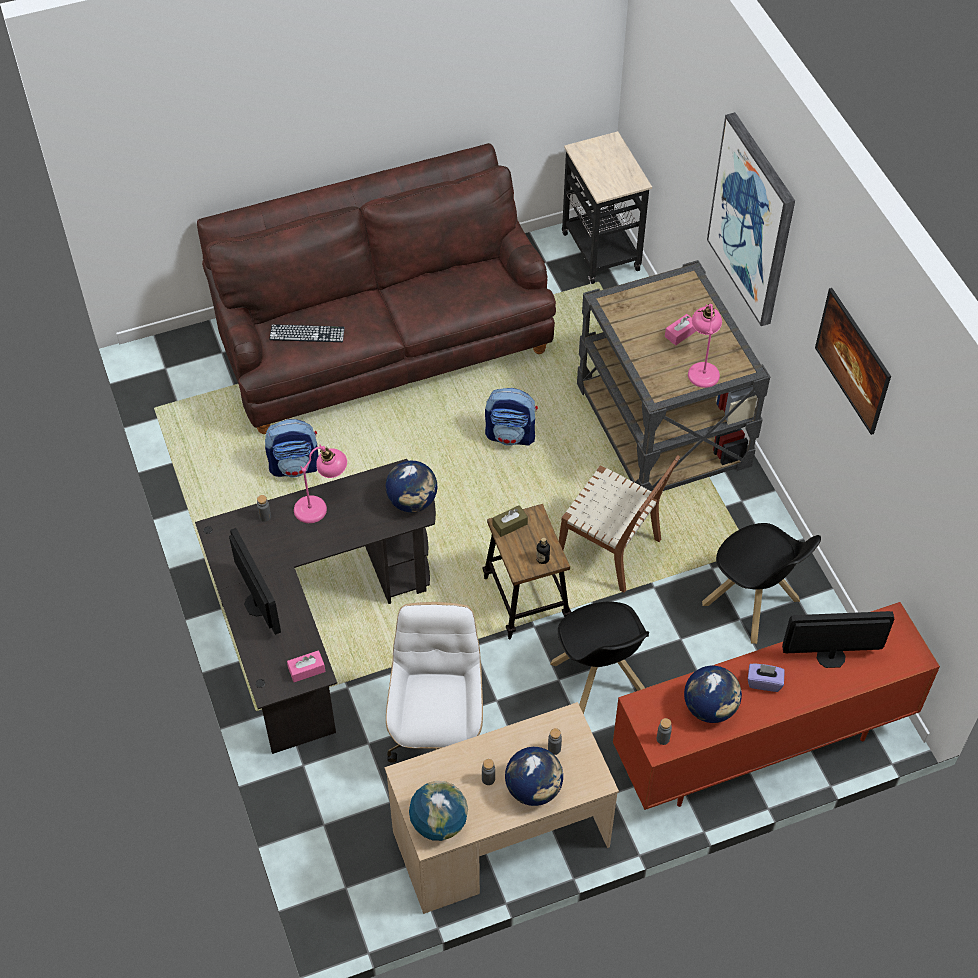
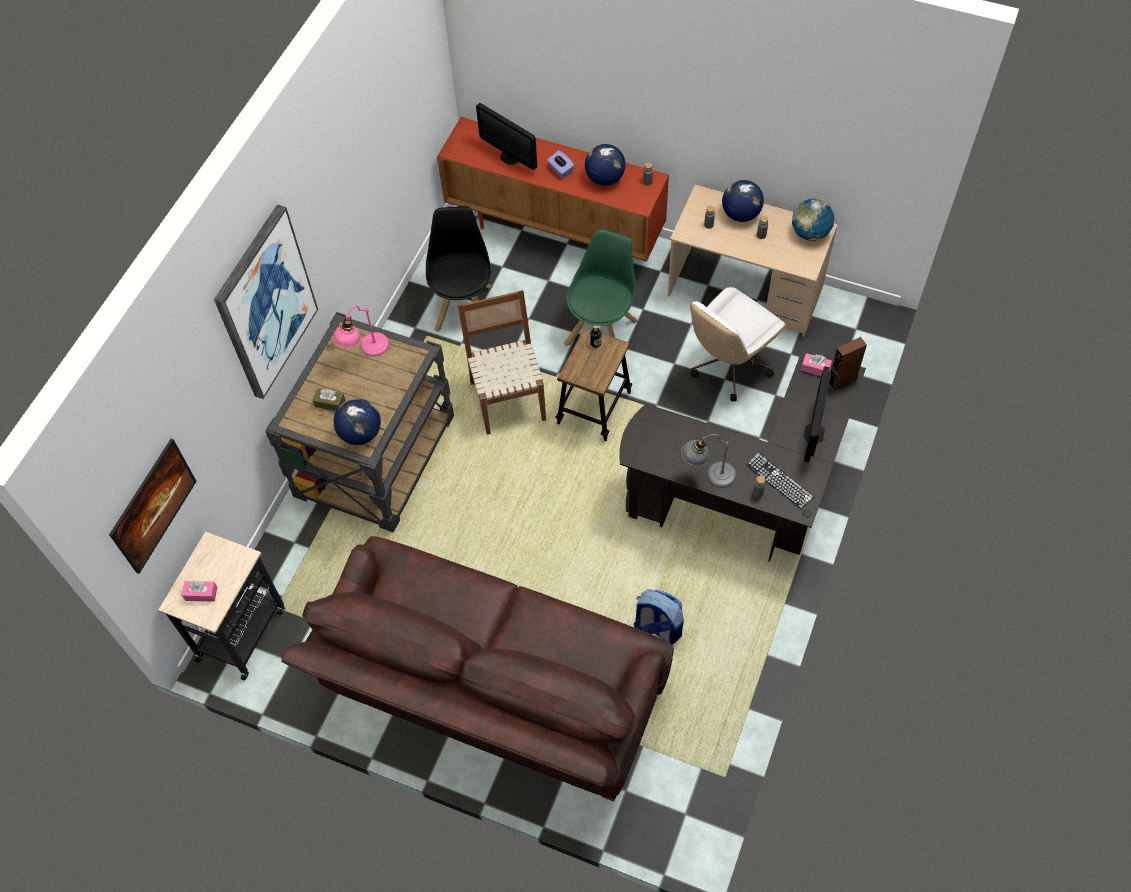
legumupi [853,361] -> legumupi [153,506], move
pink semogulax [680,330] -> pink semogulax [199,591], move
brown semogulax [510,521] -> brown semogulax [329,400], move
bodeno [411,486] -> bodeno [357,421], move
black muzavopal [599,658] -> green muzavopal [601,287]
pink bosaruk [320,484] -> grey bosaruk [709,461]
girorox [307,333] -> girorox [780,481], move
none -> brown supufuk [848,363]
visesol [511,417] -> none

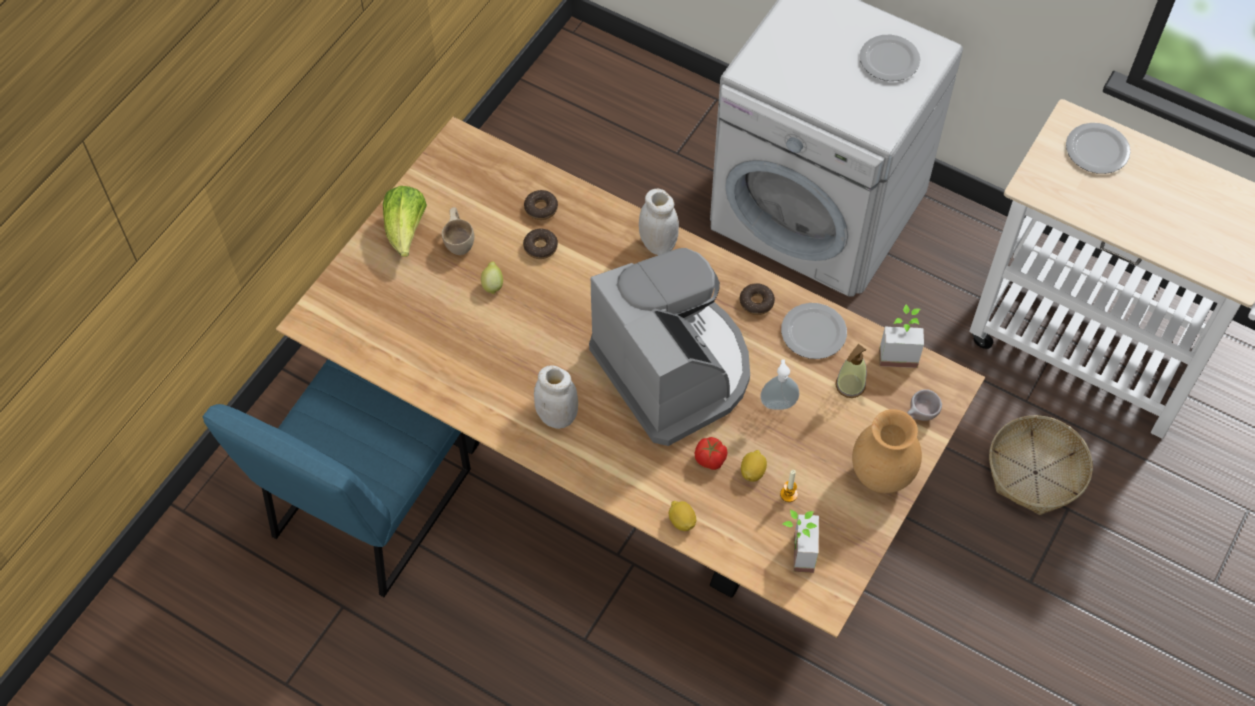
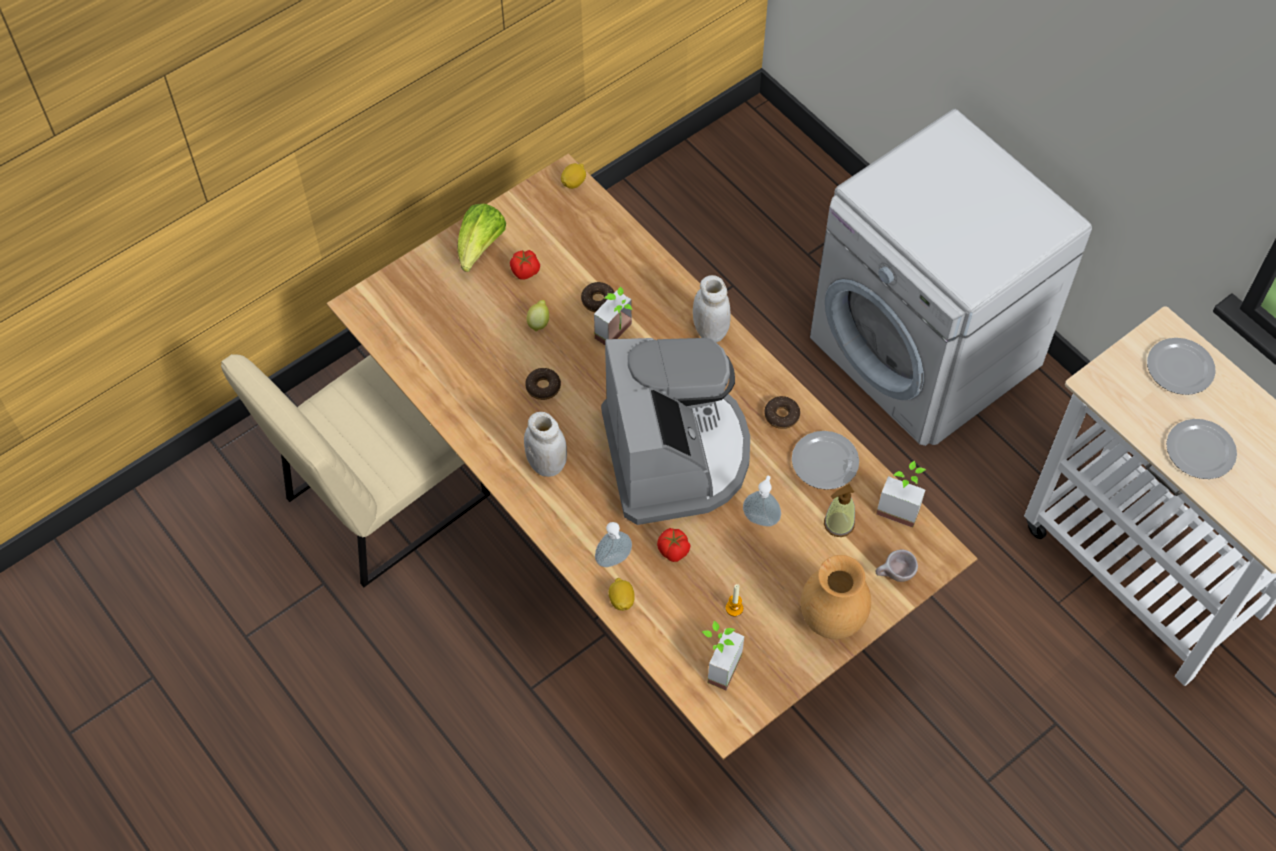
blue muzavopal [337,478] -> beige muzavopal [355,470]
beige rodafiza [458,231] -> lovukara [525,265]
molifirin [541,205] -> molifirin [543,384], move
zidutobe [754,466] -> zidutobe [573,176], move
none -> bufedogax [613,316]
none -> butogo [613,544]
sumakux [890,58] -> sumakux [1201,449], move
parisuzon [1041,465] -> none

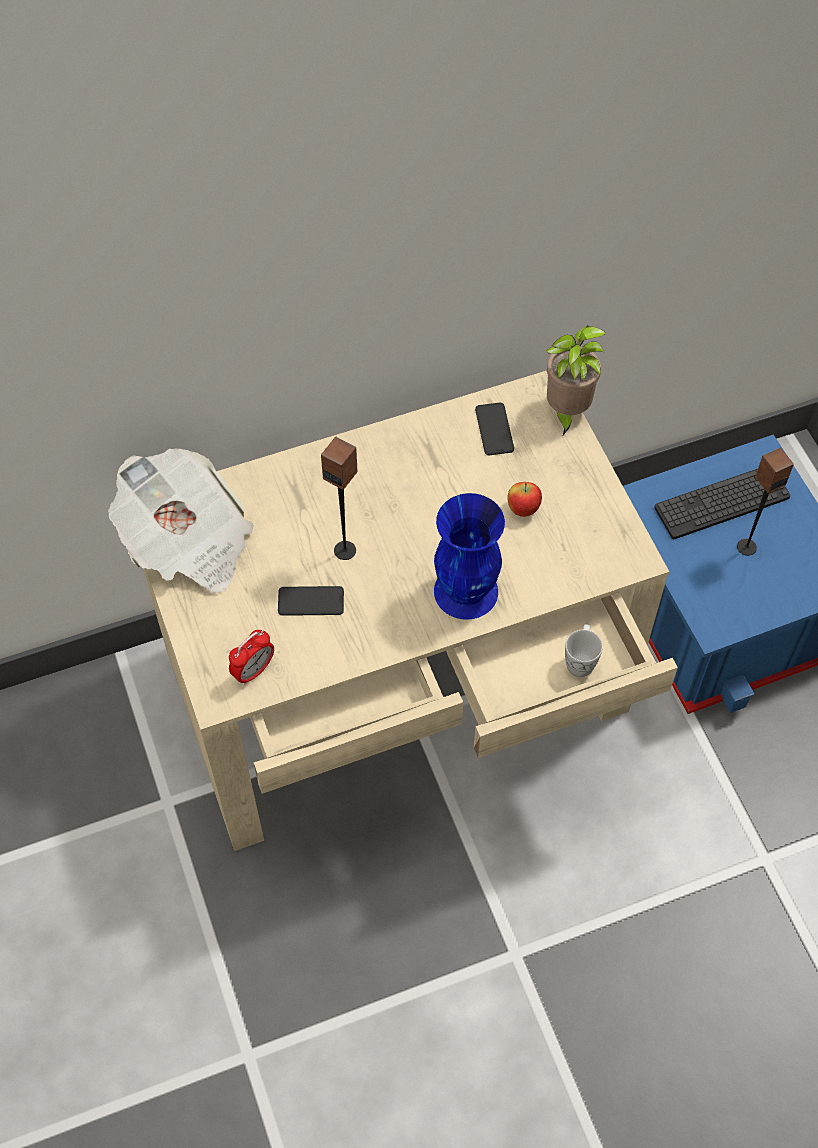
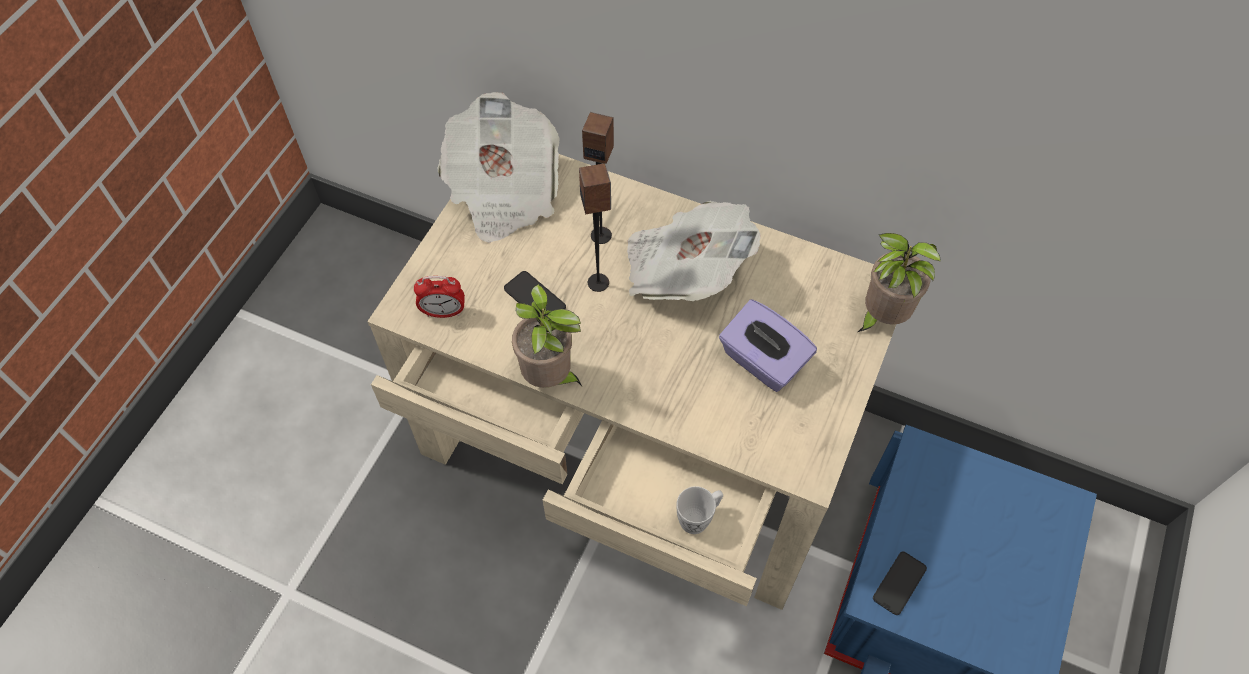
none -> bufedogax [547,336]
supufuk [765,502] -> supufuk [598,178], move
none -> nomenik [694,251]
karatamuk [525,499] -> purple semogulax [768,345]
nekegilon [494,429] -> nekegilon [900,583], move
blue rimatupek [469,556] -> none
girorox [722,504] -> none

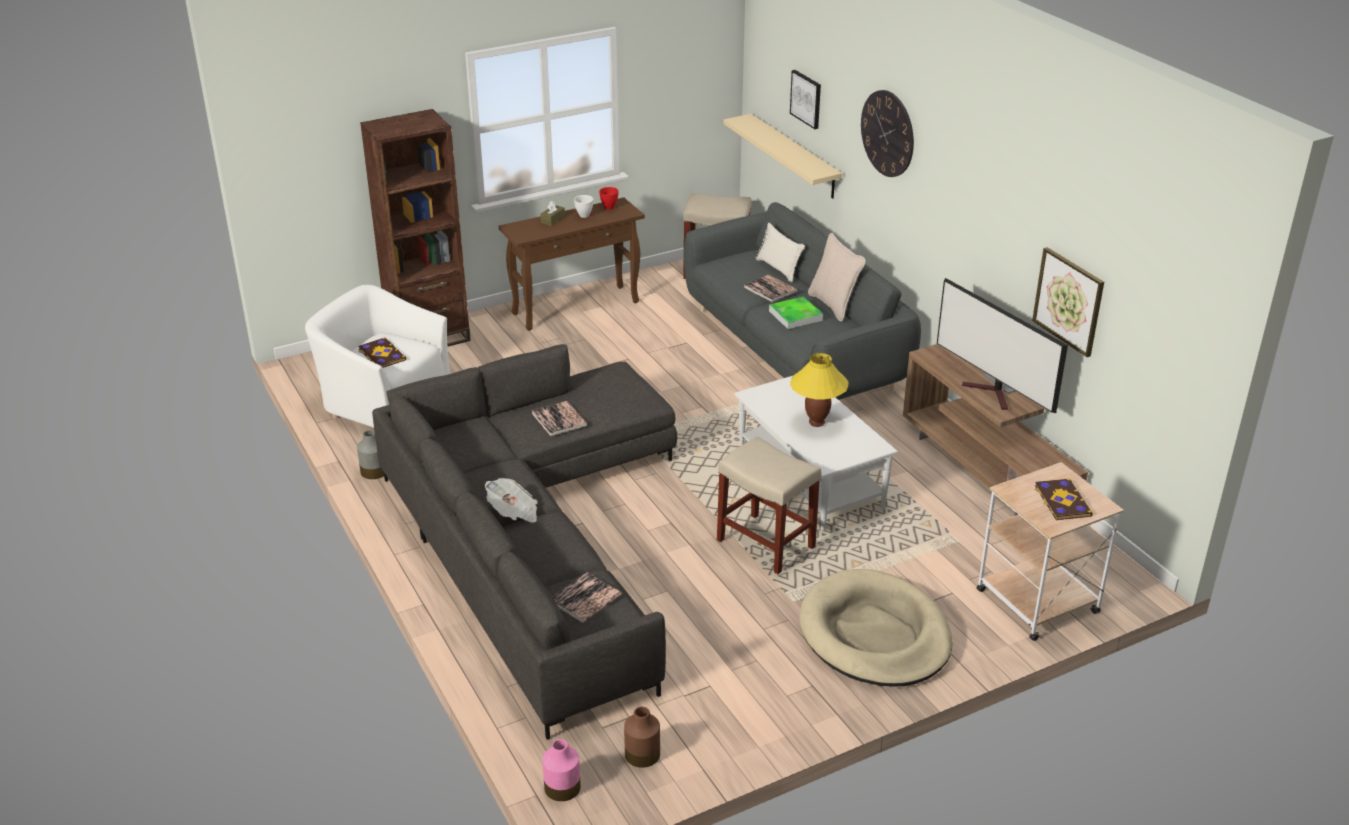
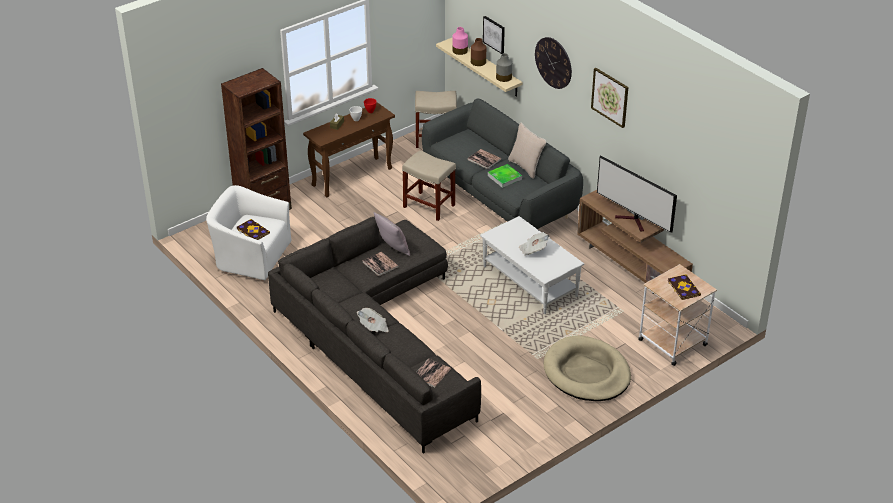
none -> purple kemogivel [391,234]
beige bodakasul [769,505] -> beige bodakasul [429,185], move
pink rimatupek [561,770] -> pink rimatupek [460,41], move
brown rimatupek [642,737] -> brown rimatupek [478,52], move
grey rimatupek [370,454] -> grey rimatupek [504,67], move
yellow bosaruk [819,390] -> nomenik [534,244]
legumupi [1068,302] -> legumupi [609,98], move
white kemogivel [780,252] -> none

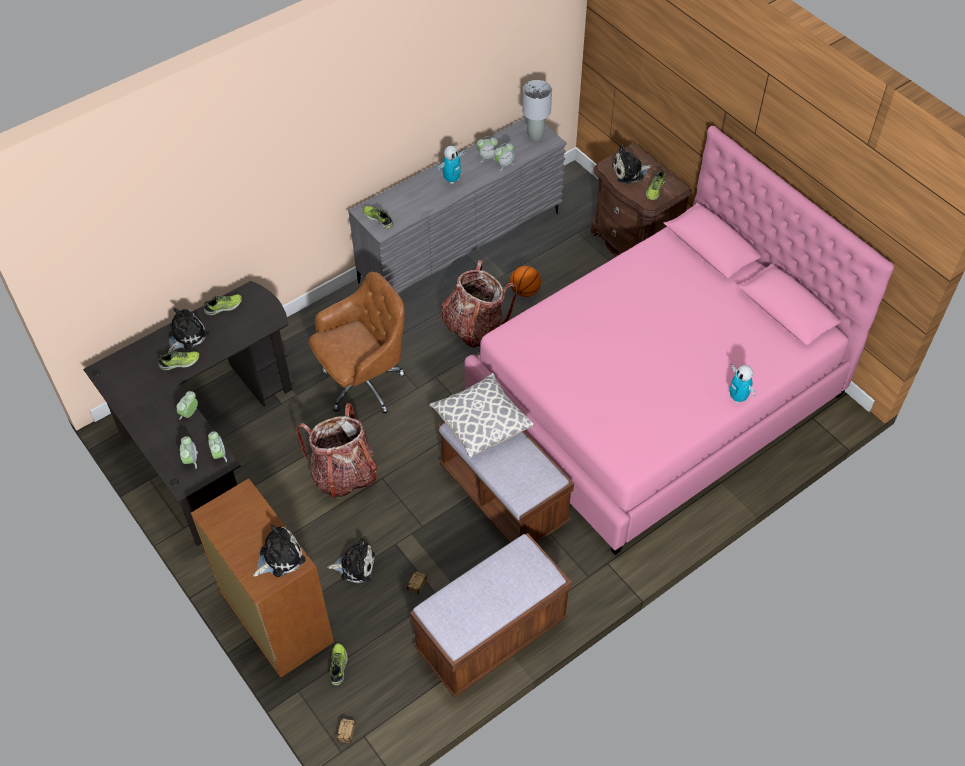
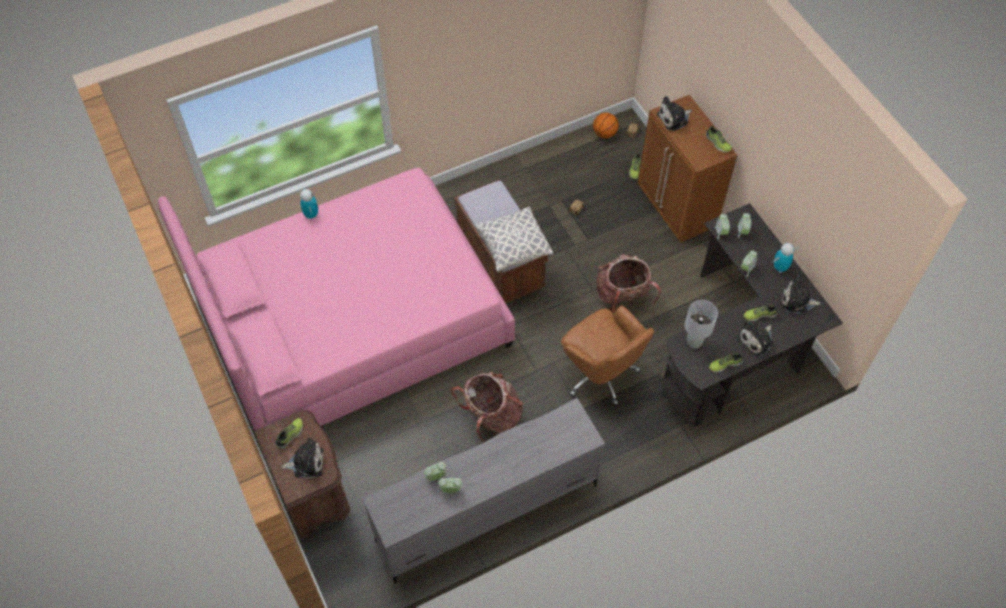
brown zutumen [357,342] -> brown zutumen [607,355], 105 degrees counterclockwise
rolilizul [525,281] -> rolilizul [606,125], move
grey bosaruk [537,110] -> grey bosaruk [701,324], move
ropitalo [378,217] -> ropitalo [719,139], move
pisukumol [451,165] -> pisukumol [785,258], move
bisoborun [351,560] -> bisoborun [801,294], move
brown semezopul [491,615] -> none

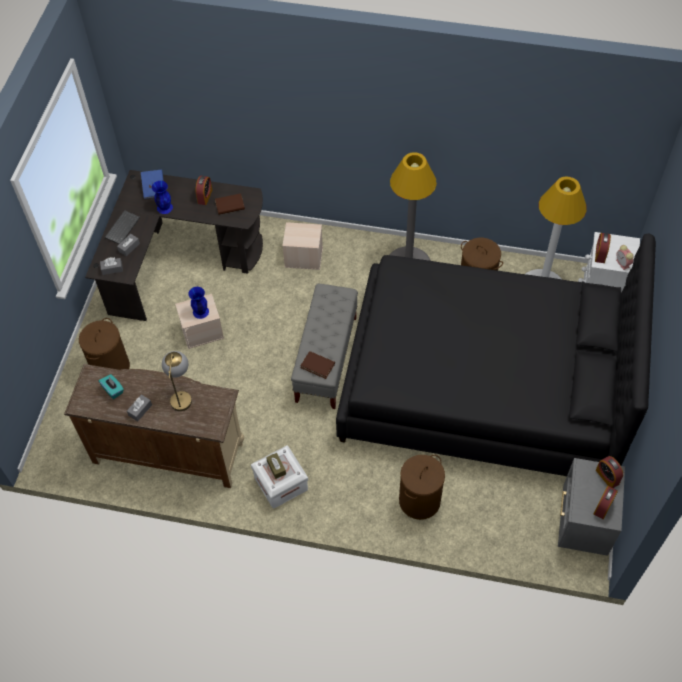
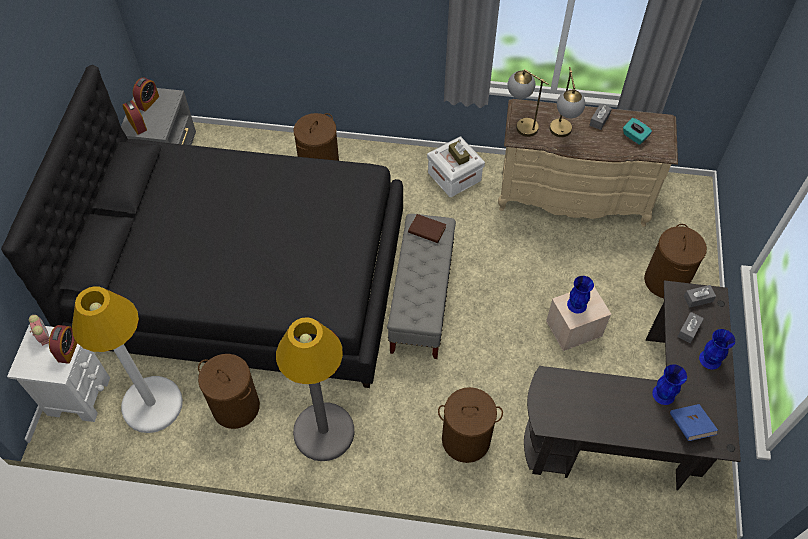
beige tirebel [302,246] -> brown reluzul [470,425]
none -> bosaruk [527,103]
girorox [122,227] -> blue rimatupek [717,349]
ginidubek [203,190] -> none
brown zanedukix [230,204] -> none

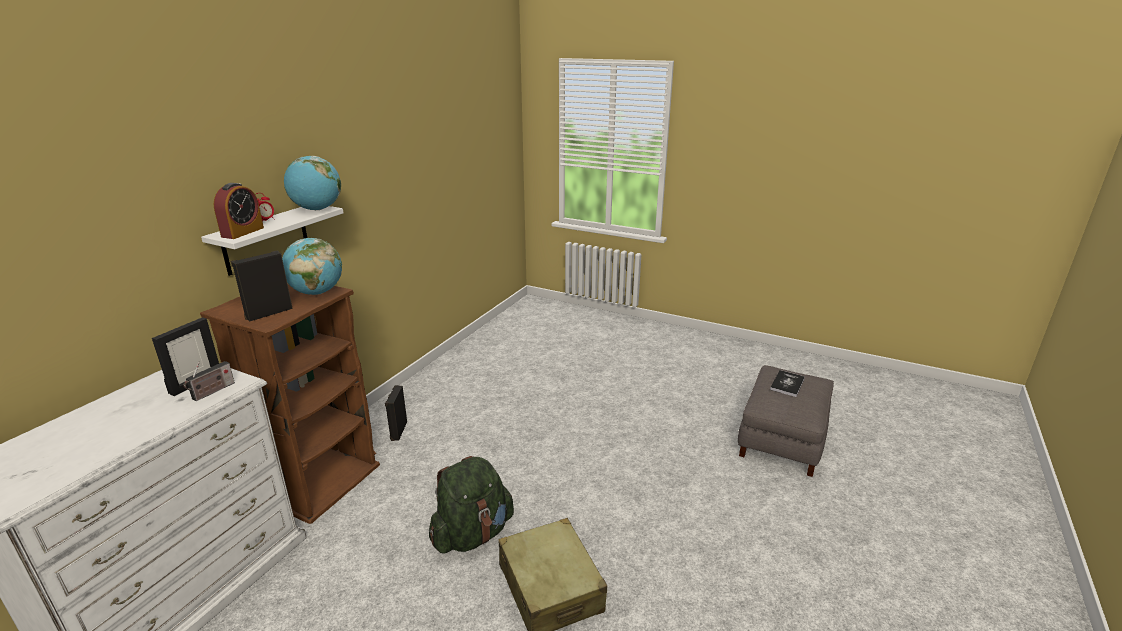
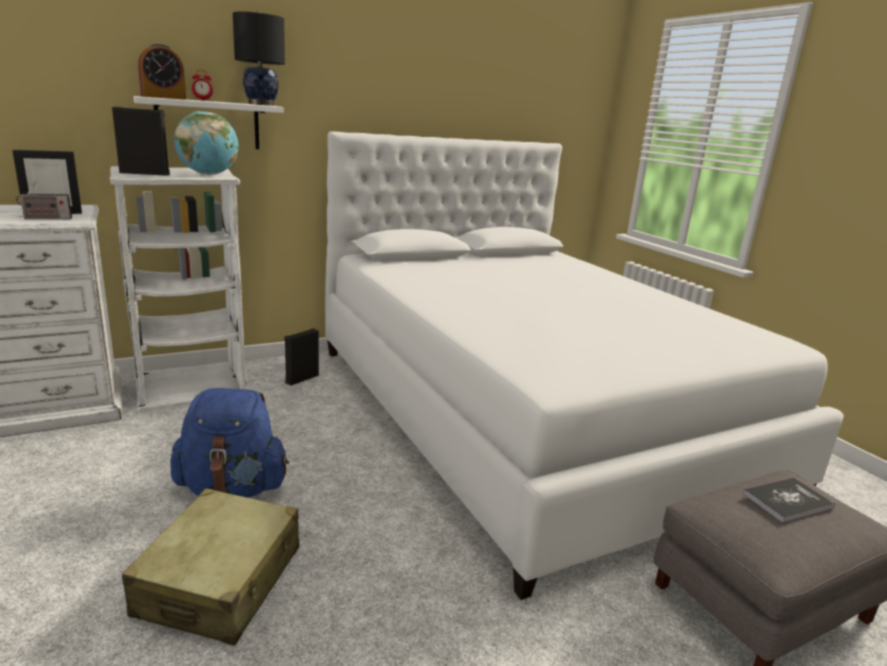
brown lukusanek [290,403] -> white lukusanek [179,289]
green visesol [471,505] -> blue visesol [229,442]
bodeno [312,183] -> black bosaruk [259,58]
none -> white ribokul [584,365]

